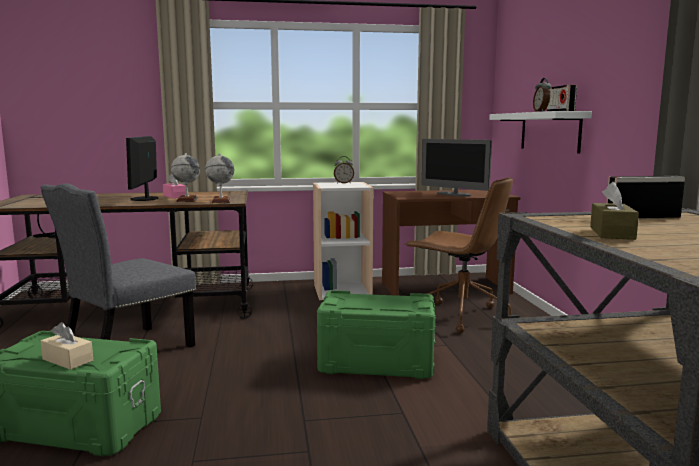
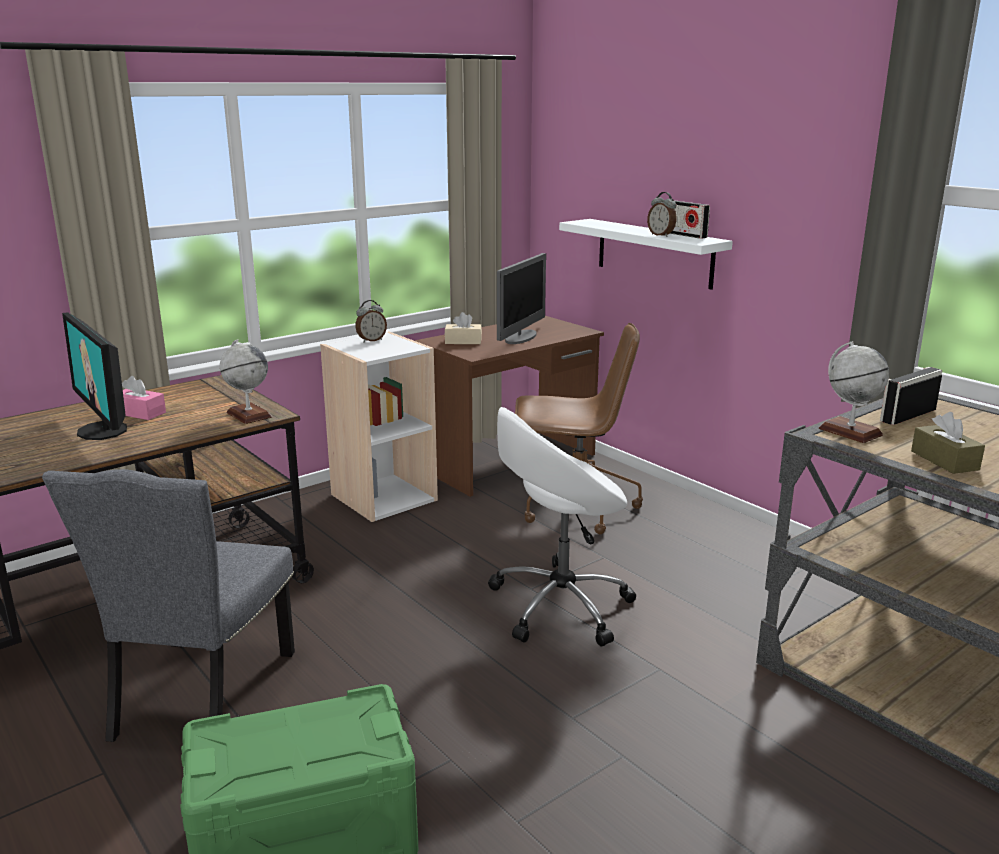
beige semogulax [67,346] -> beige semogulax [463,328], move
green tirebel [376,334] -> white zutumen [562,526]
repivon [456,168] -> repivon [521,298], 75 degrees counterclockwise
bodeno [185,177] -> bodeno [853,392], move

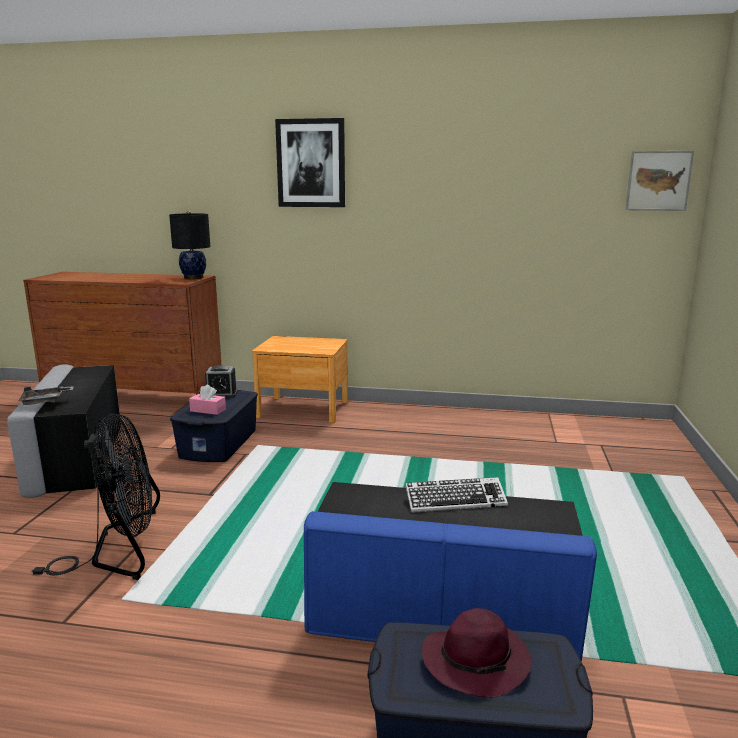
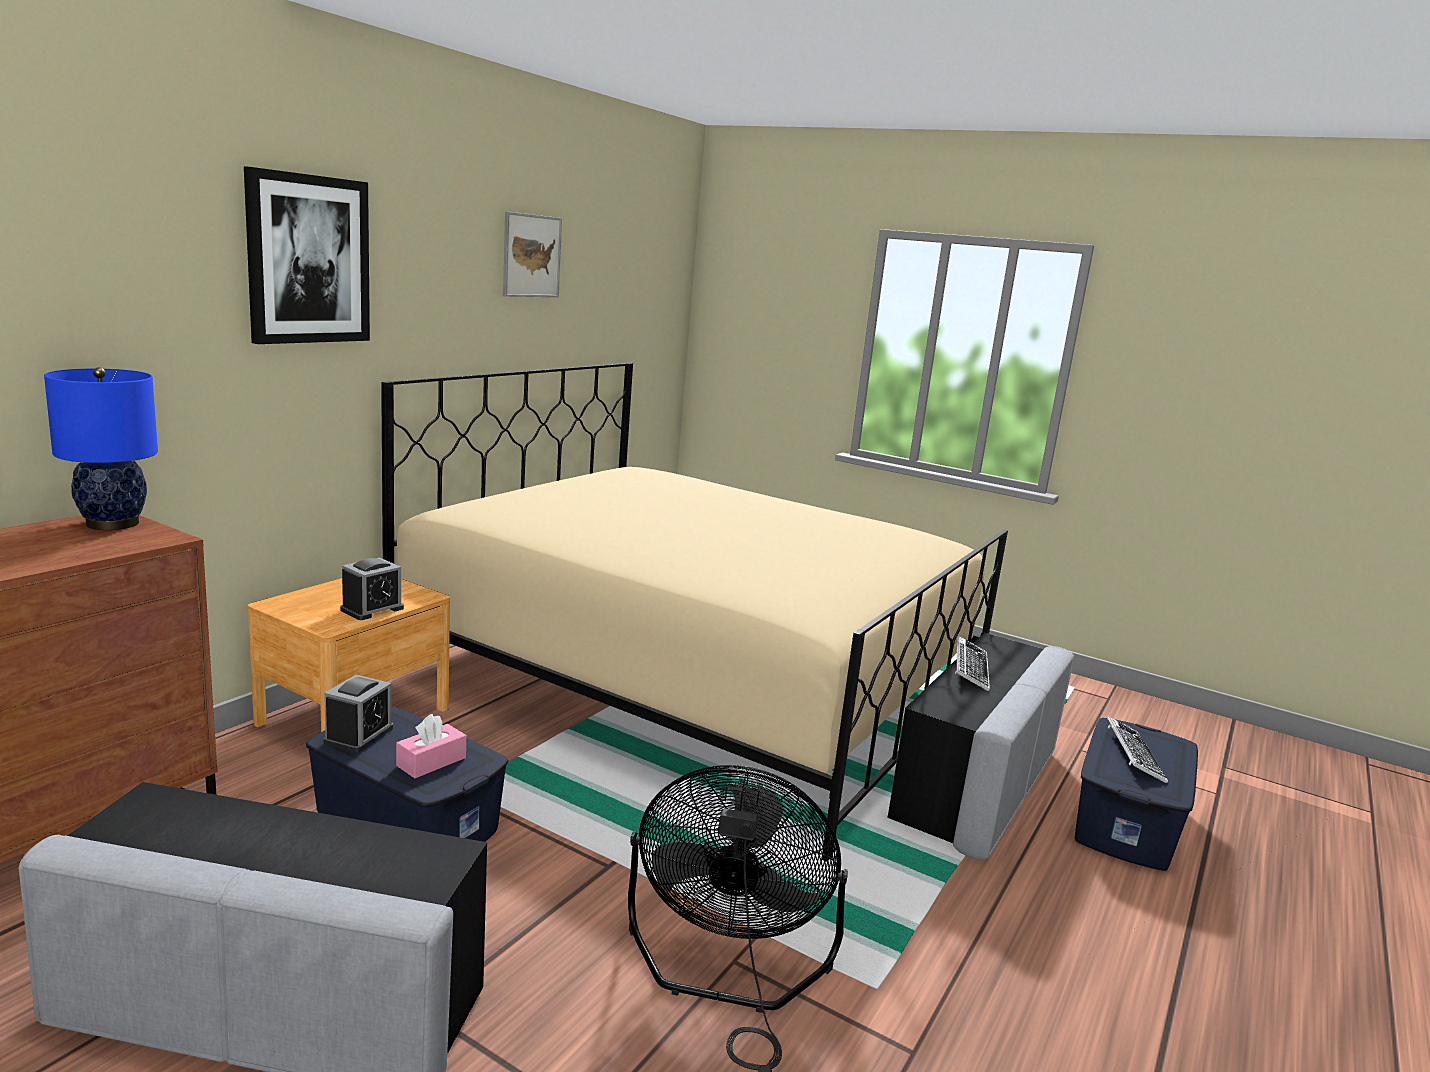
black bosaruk [189,245] -> blue bosaruk [101,448]
none -> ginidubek [372,588]
none -> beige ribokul [694,612]
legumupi [660,181] -> legumupi [532,254], move
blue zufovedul [450,572] -> grey zufovedul [981,746]
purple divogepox [477,653] -> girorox [1137,750]
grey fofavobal [46,395] -> none

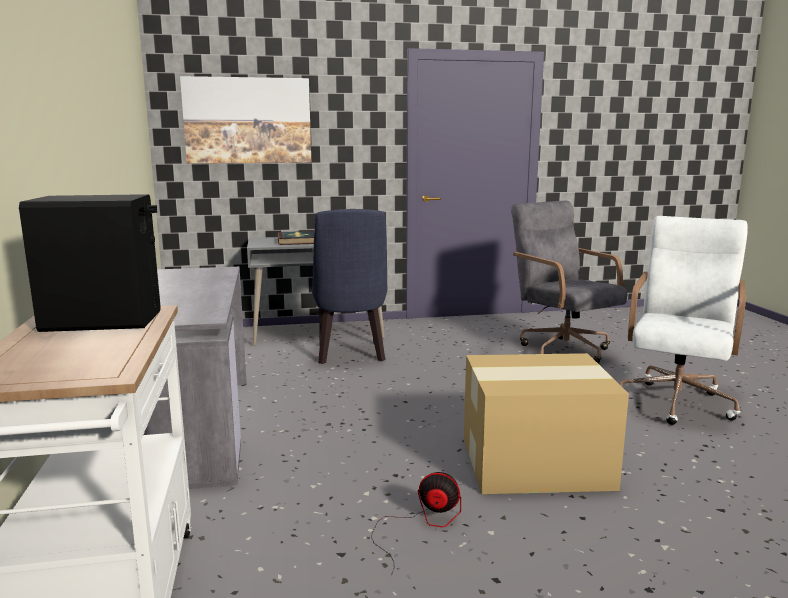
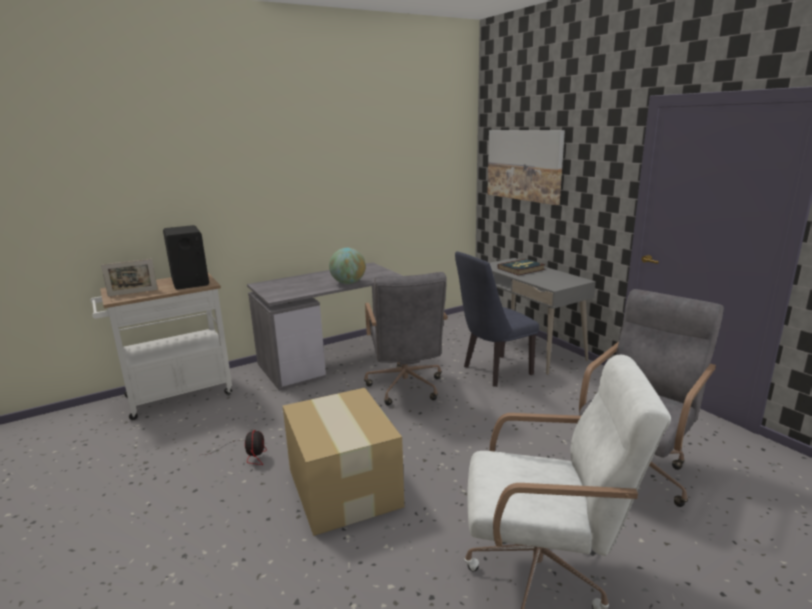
none -> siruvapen [129,278]
none -> bodeno [347,266]
none -> grey zutumen [406,339]

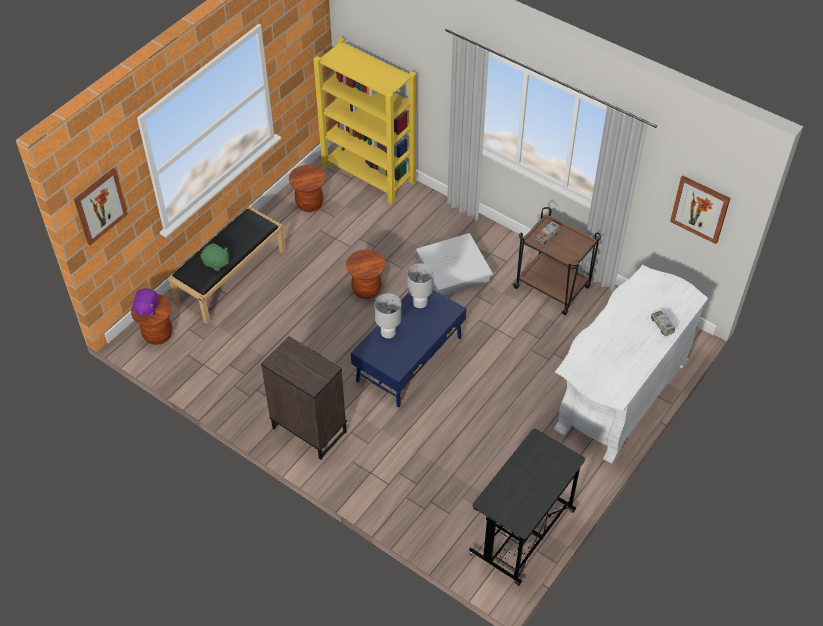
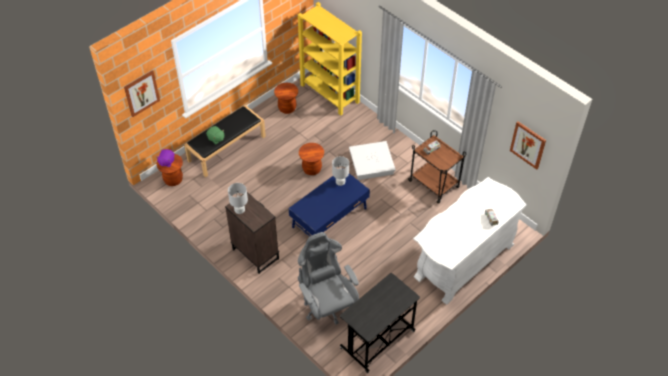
grey bosaruk [387,316] -> grey bosaruk [238,198], move
none -> grey zutumen [328,278]

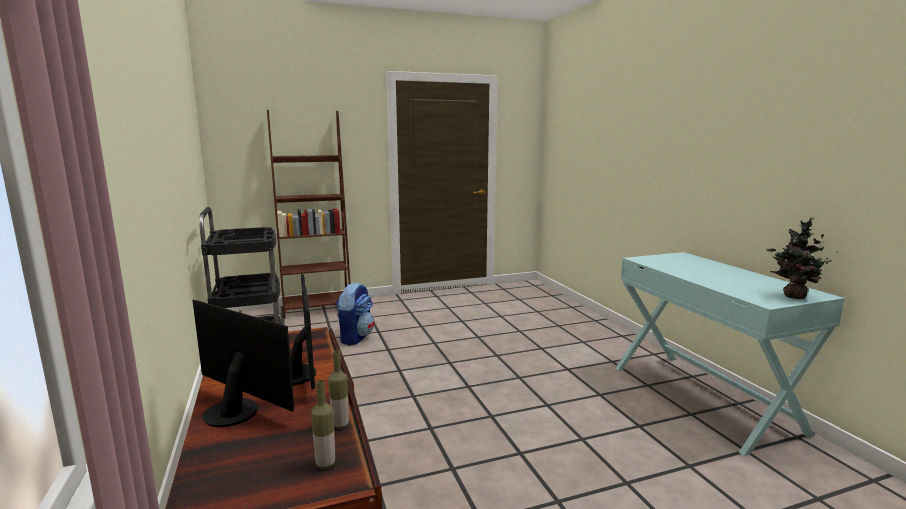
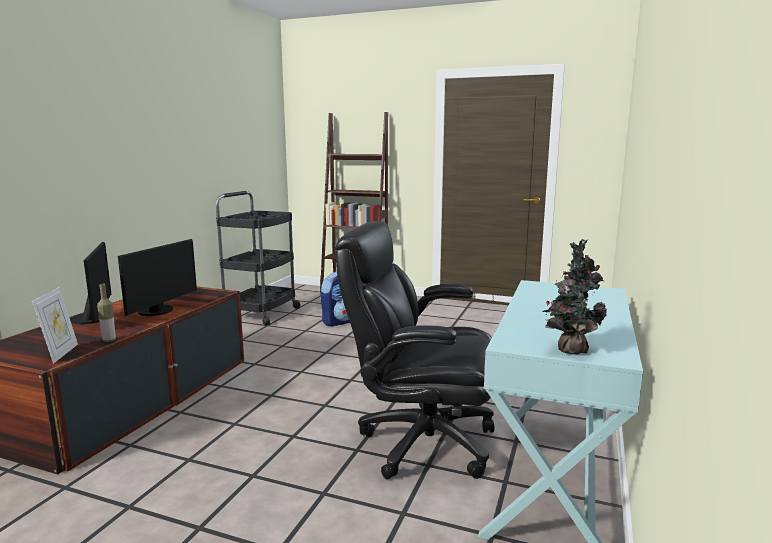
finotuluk [323,424] -> siruvapen [55,325]
none -> black zutumen [415,350]

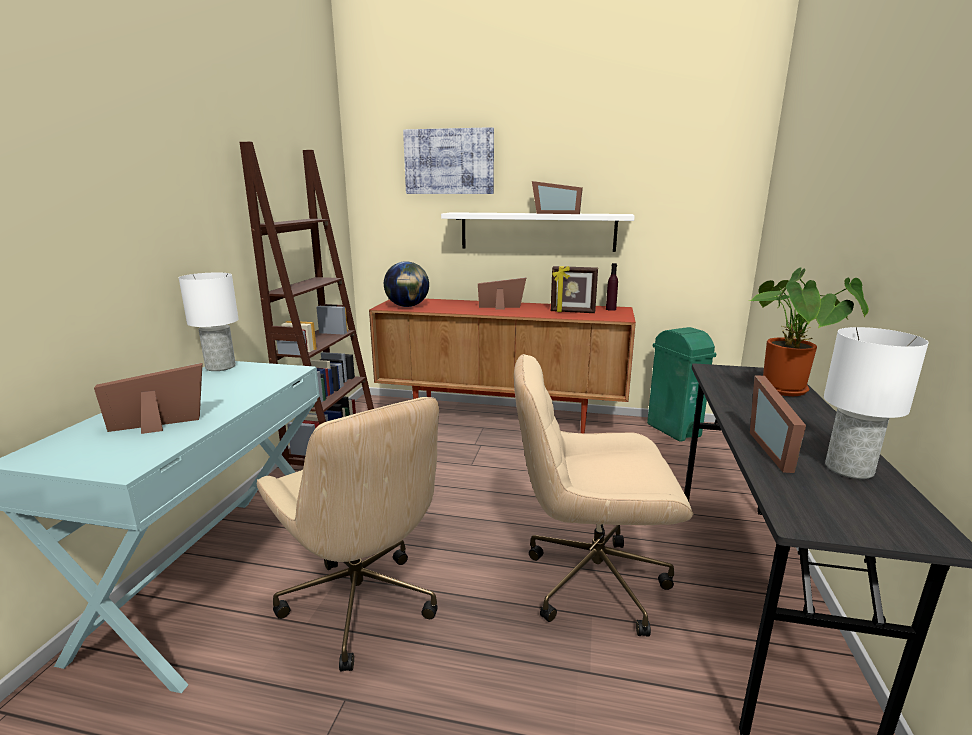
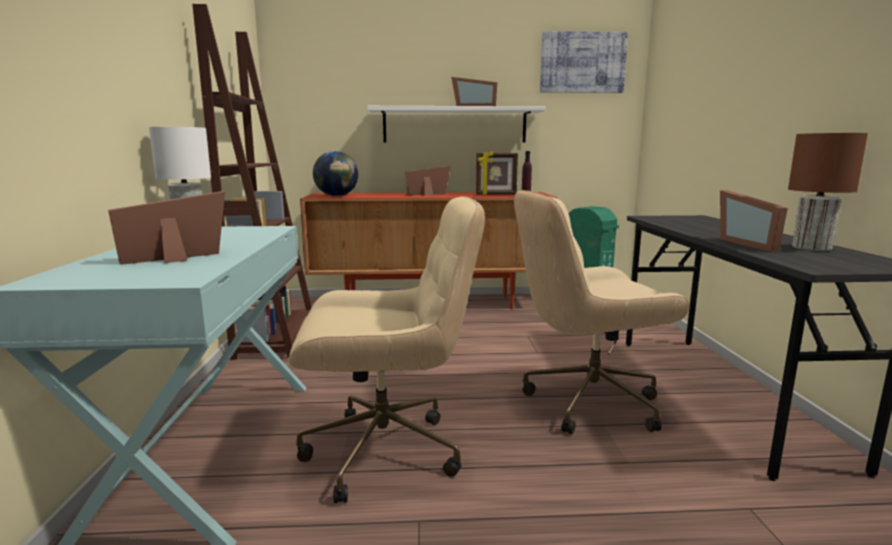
beige zutumen [348,534] -> beige zutumen [386,349], 45 degrees counterclockwise
legumupi [448,160] -> legumupi [584,62], move
white bosaruk [876,403] -> brown bosaruk [828,192]
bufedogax [809,331] -> none

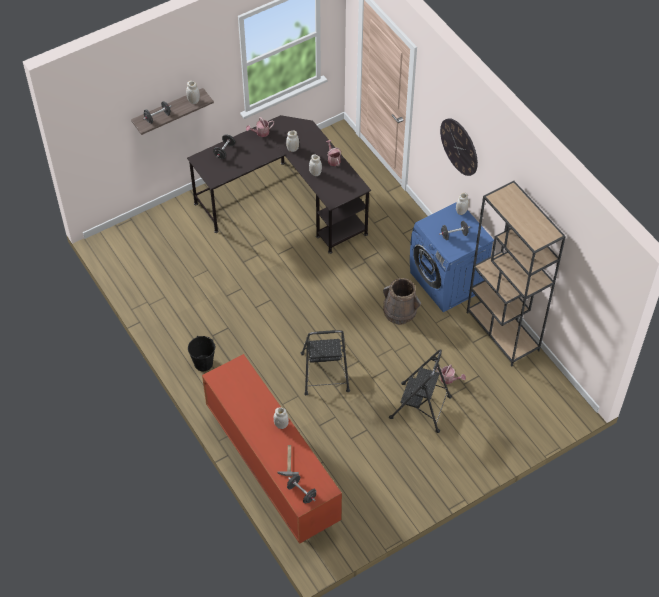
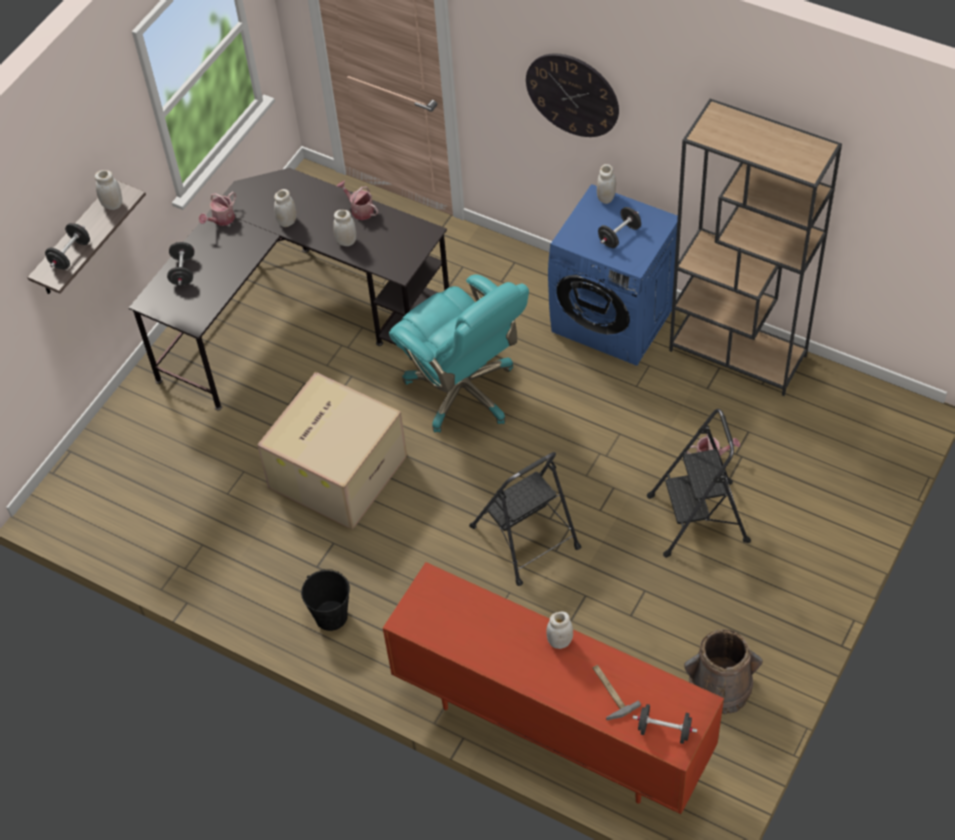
none -> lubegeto [332,451]
none -> turquoise zutumen [459,353]
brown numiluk [402,301] -> brown numiluk [723,671], move

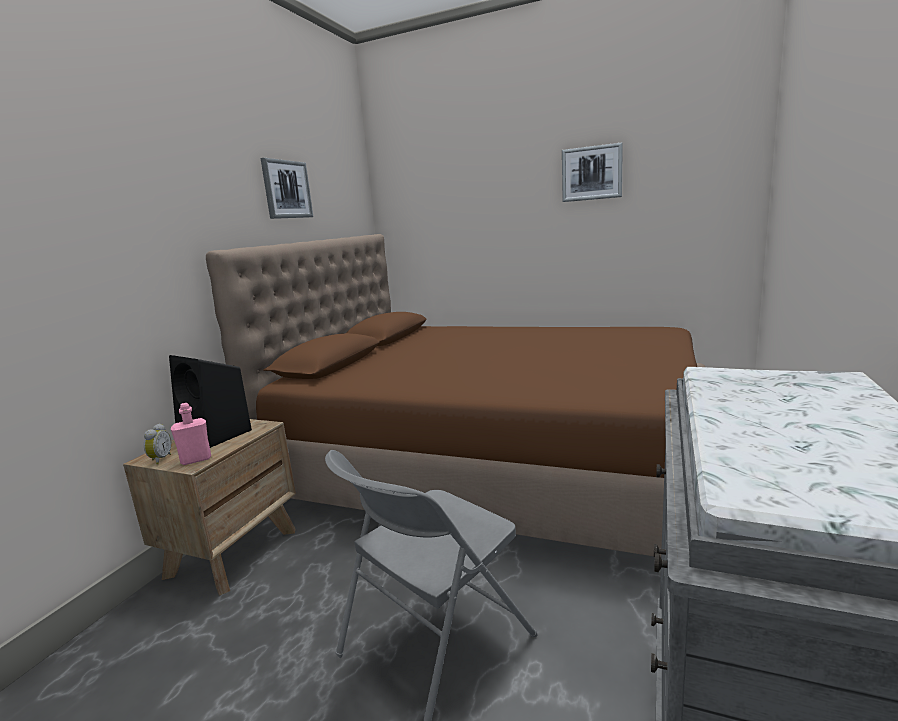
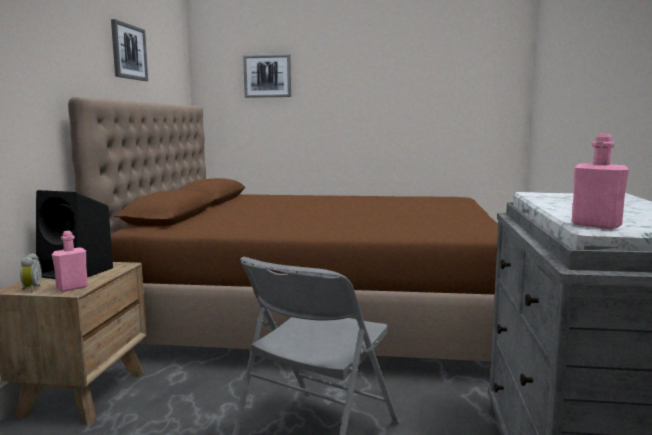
legumupi [592,172] -> legumupi [267,76], move
none -> pink finotuluk [600,181]

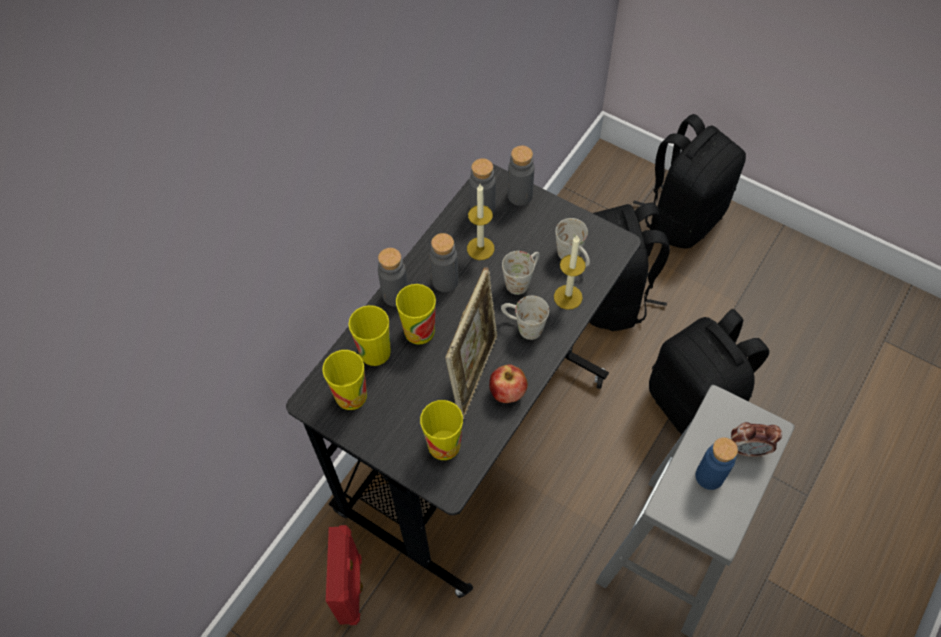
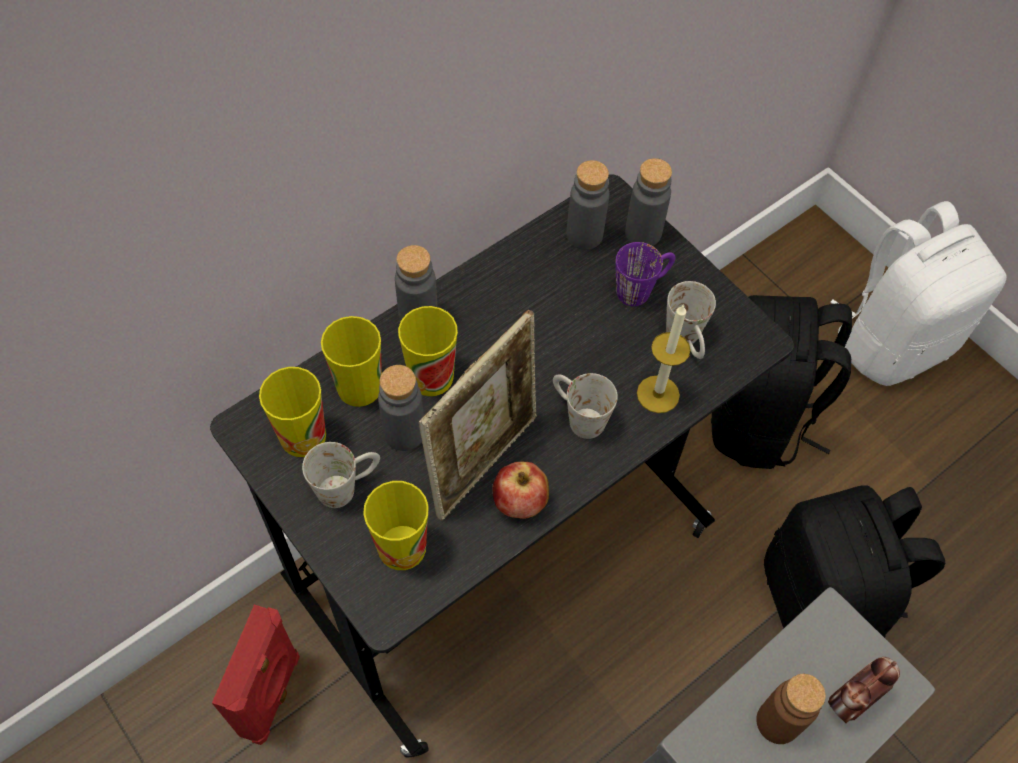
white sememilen [521,273] -> white sememilen [341,475], move
grey finotuluk [444,262] -> grey finotuluk [401,408], move
none -> purple sememilen [645,274]
blue finotuluk [717,463] -> brown finotuluk [791,709]
ginidubek [756,439] -> ginidubek [864,690], 120 degrees clockwise
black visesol [689,181] -> white visesol [918,293]
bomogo [480,222] -> none

